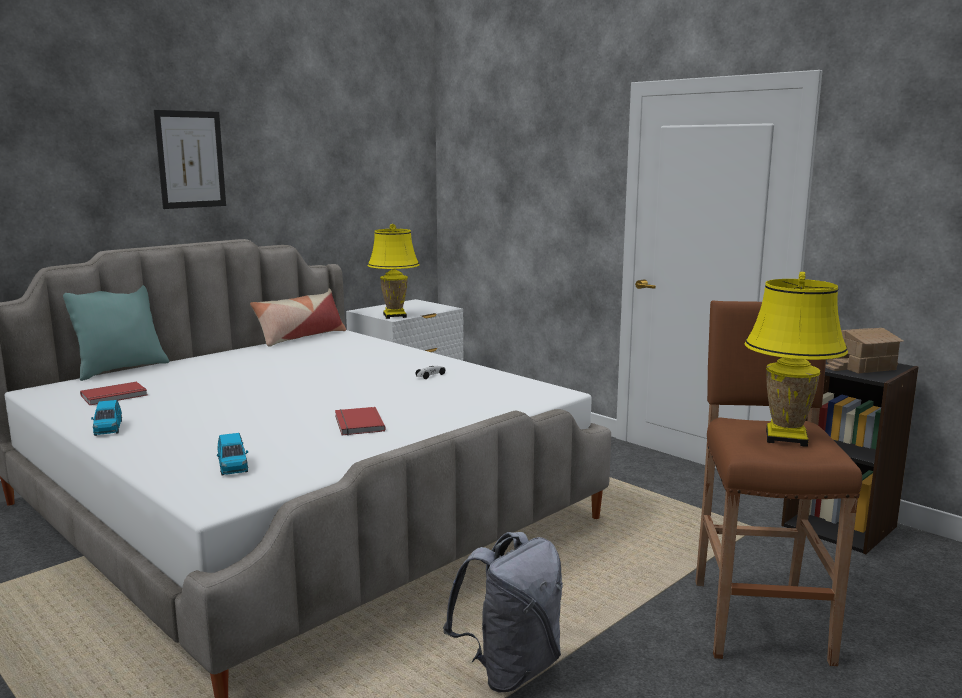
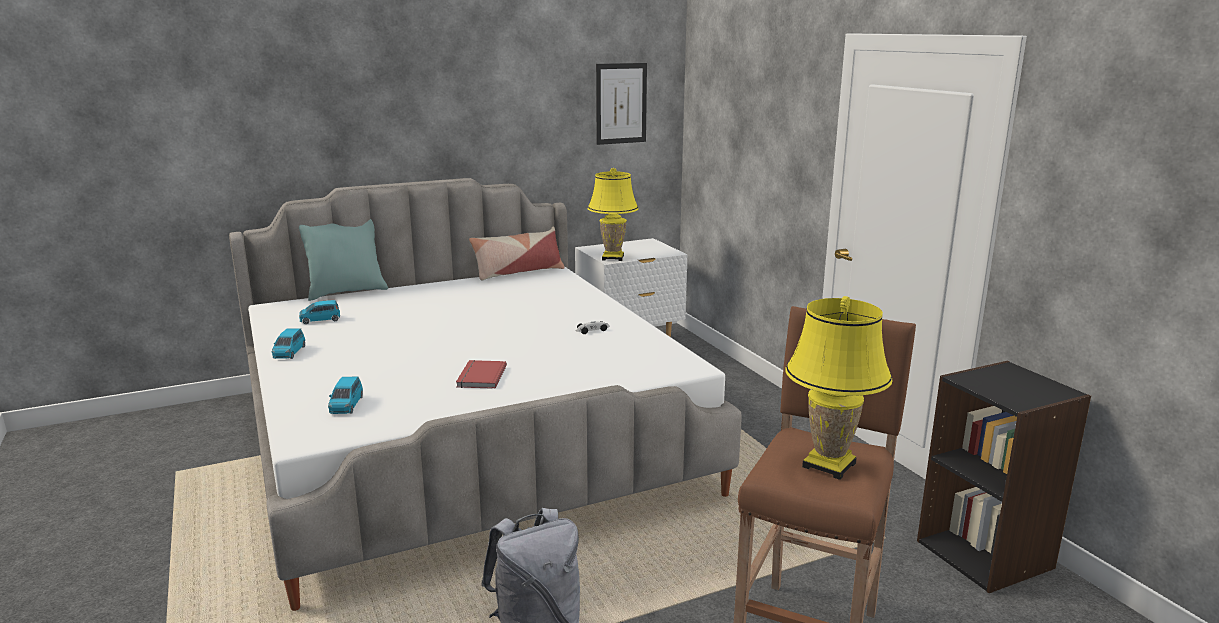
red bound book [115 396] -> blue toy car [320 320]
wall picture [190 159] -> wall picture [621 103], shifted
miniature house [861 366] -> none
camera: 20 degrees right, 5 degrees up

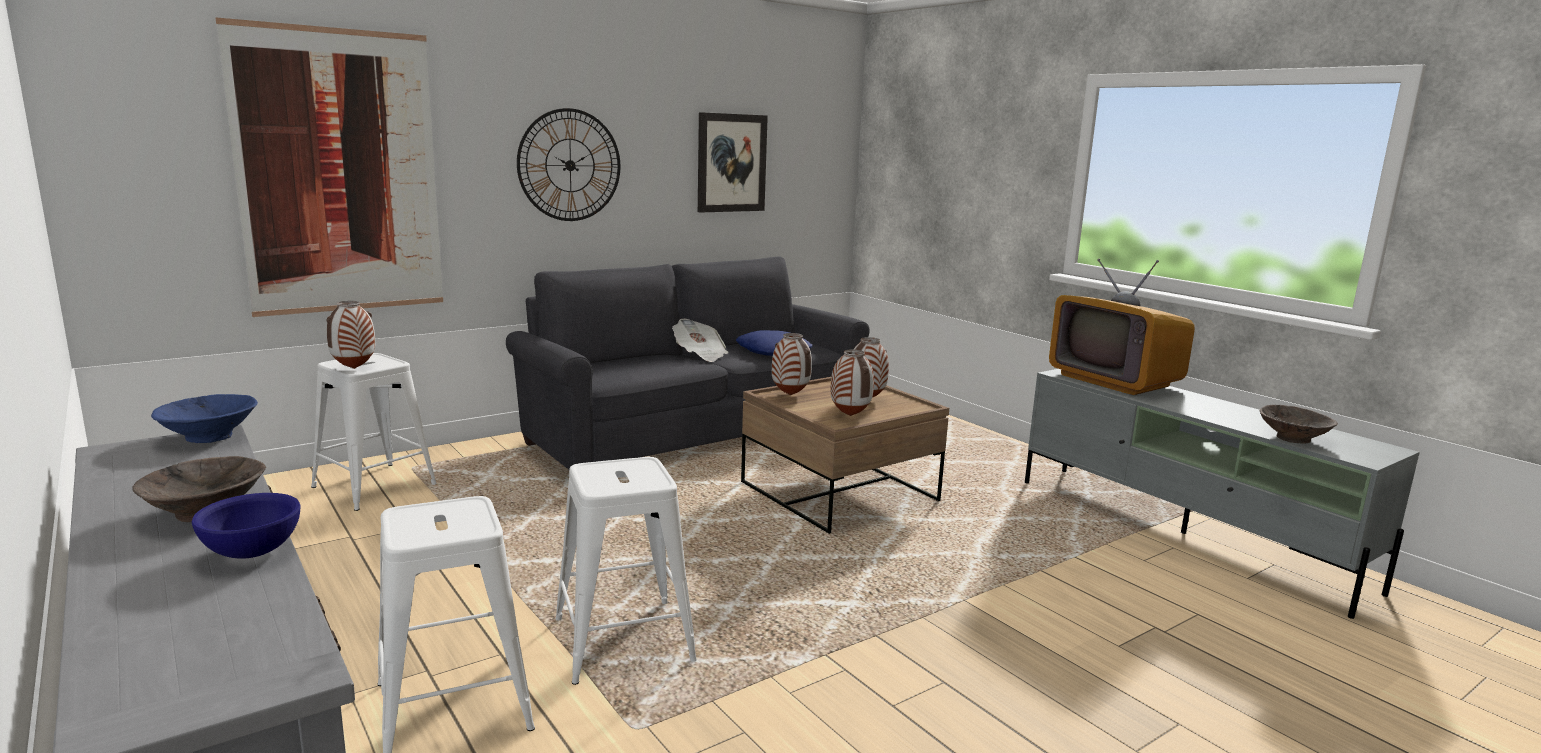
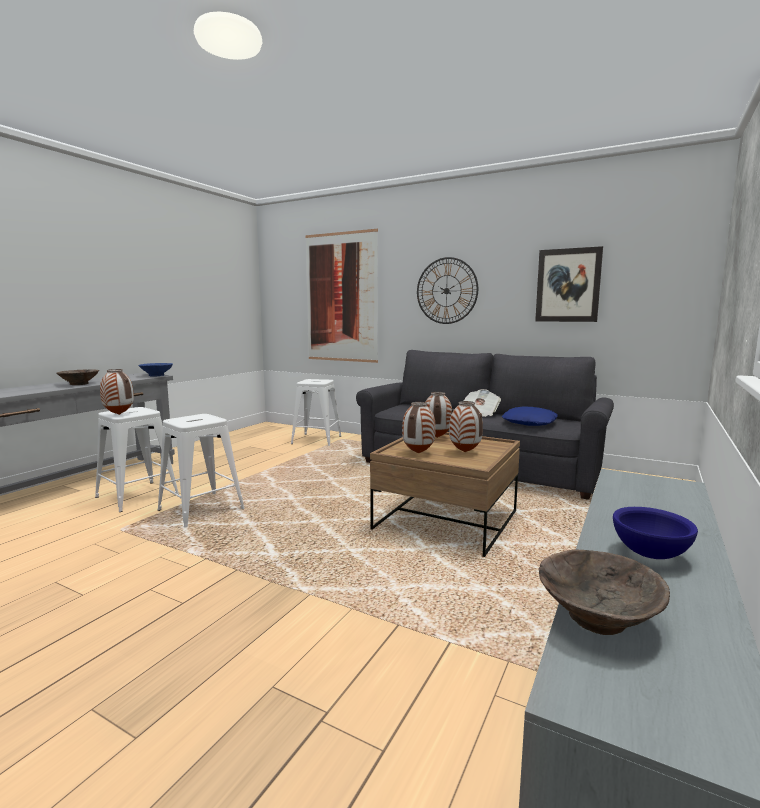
blue deep dish [253 552] -> blue deep dish [651 554], shifted
vase [353 368] -> vase [118 414], shifted
television [1114 380] -> none
camera: 65 degrees right, 5 degrees down

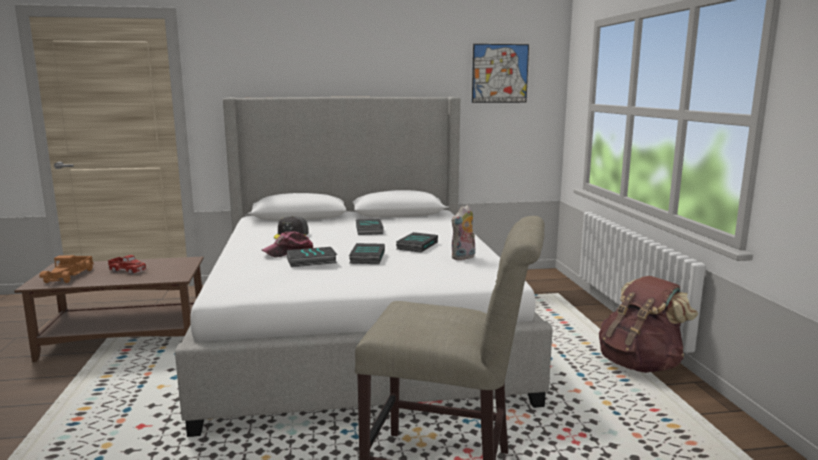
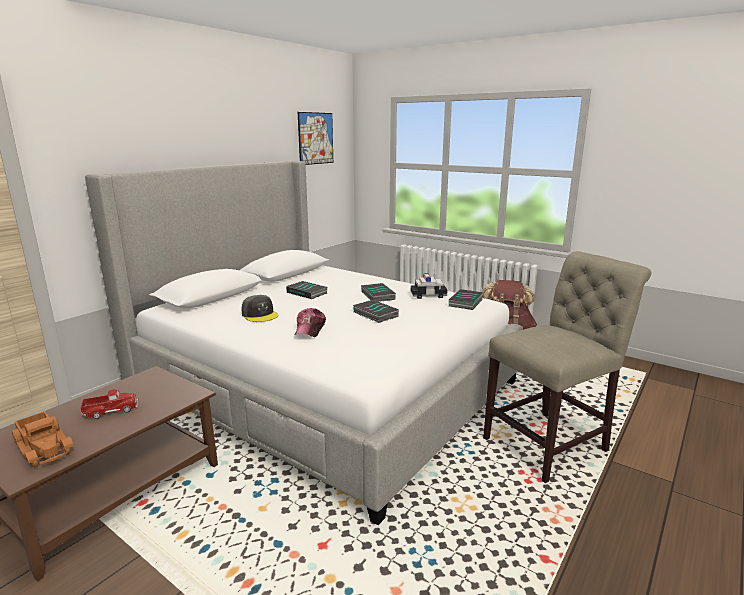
bound book [311 261] -> bound book [466 303], shifted
soft toy [463 257] -> toy car [428 295]
camera: 45 degrees left, 5 degrees up

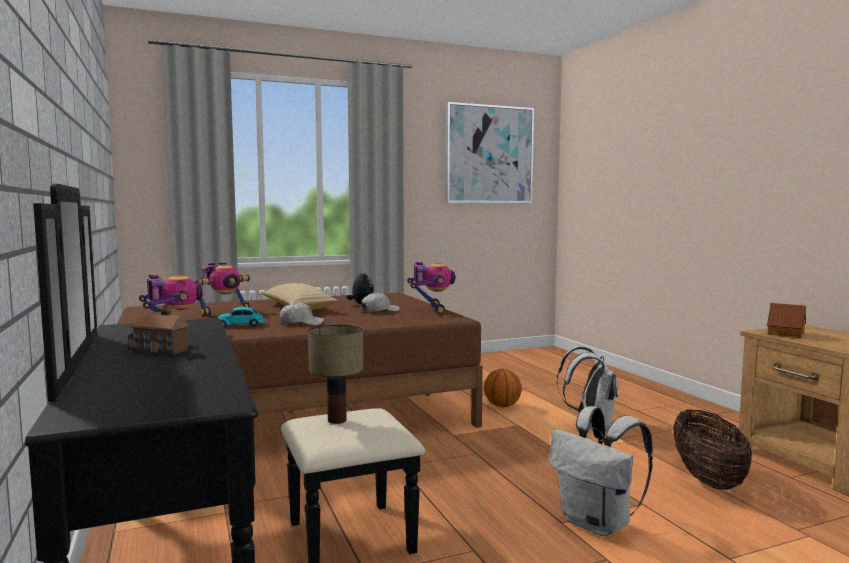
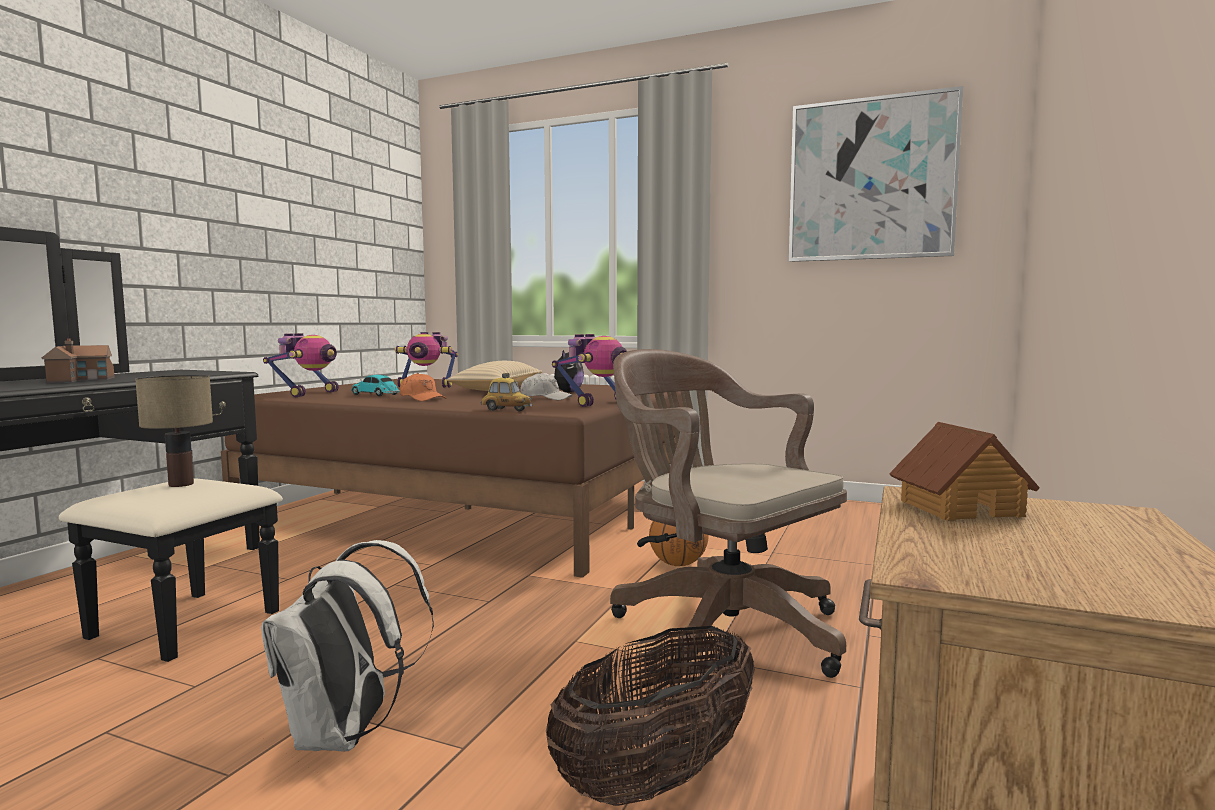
white-coloured peaked cap [301 323] -> orange peaked cap [422 398]
white-coloured rucksack [590 426] -> brownish desk chair [719 626]
none -> toy car [506 410]
camera: 45 degrees right, 0 degrees up

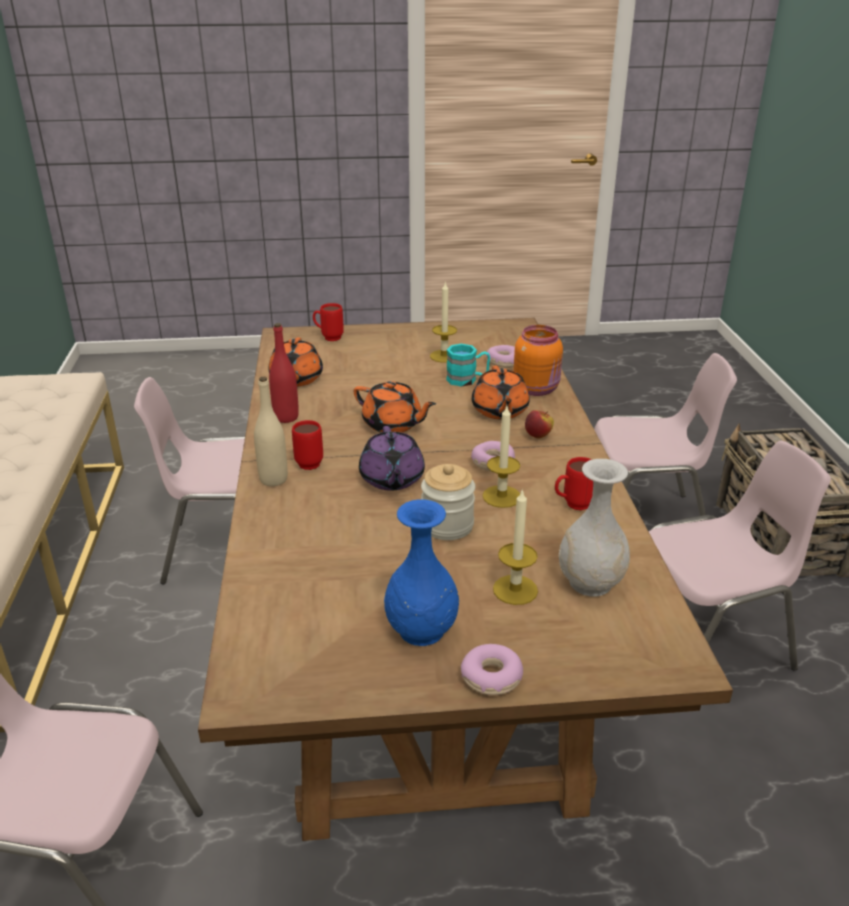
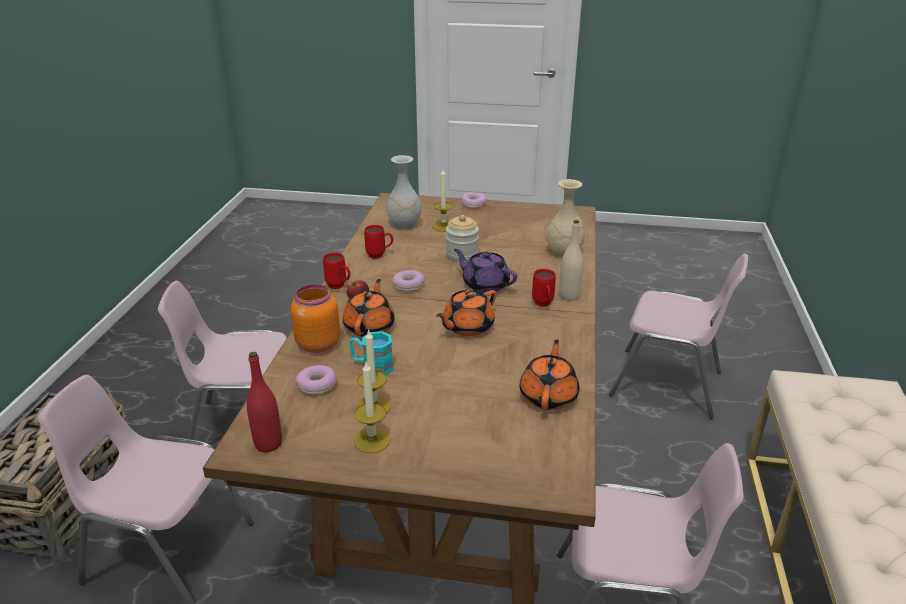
red bottle [286 417] -> red bottle [268 444], shifted
red tea mug [328 337] -> red tea mug [339 286], shifted
orange pot for tea [393 424] -> orange pot for tea [467 327], 90 degrees counterclockwise
purple-coloured pot for tea [391 479] -> purple-coloured pot for tea [485 285], 60 degrees counterclockwise
blue vase [420 630] -> none
candle [501 496] -> candle [372 440], shifted
none -> beige-coloured vase [563 253]
camera: 165 degrees left, 0 degrees up

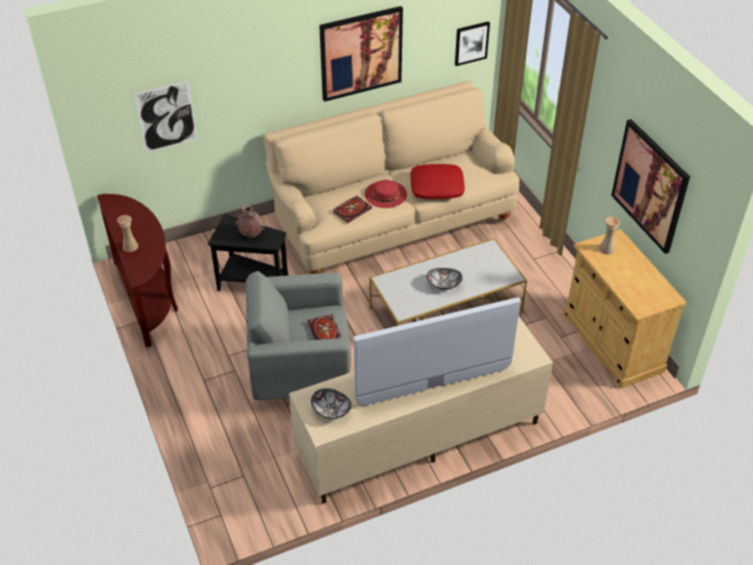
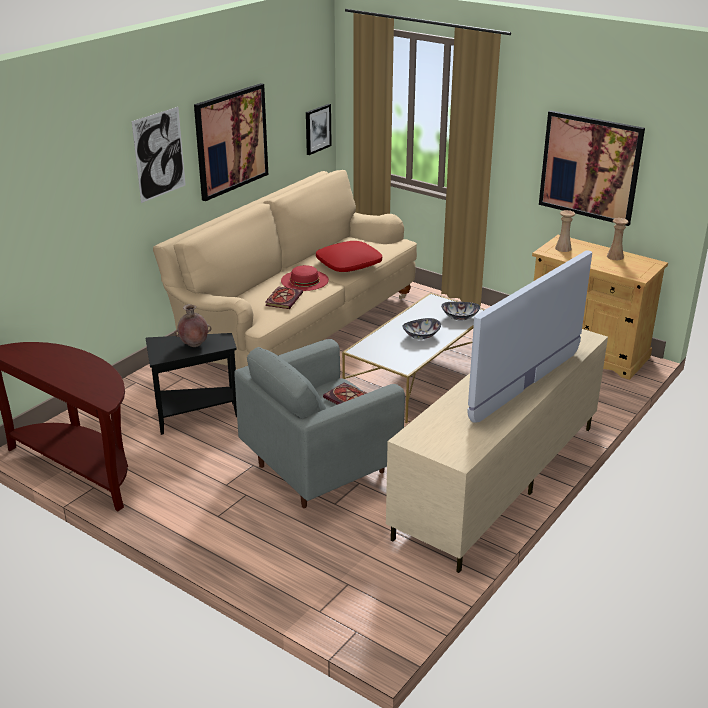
beige-coloured vase [130 246] -> beige-coloured vase [615 256], shifted
wall picture [166 116] -> wall picture [159 154], shifted
deep dish [331 410] -> deep dish [460 317], shifted
camera: 30 degrees left, 15 degrees down

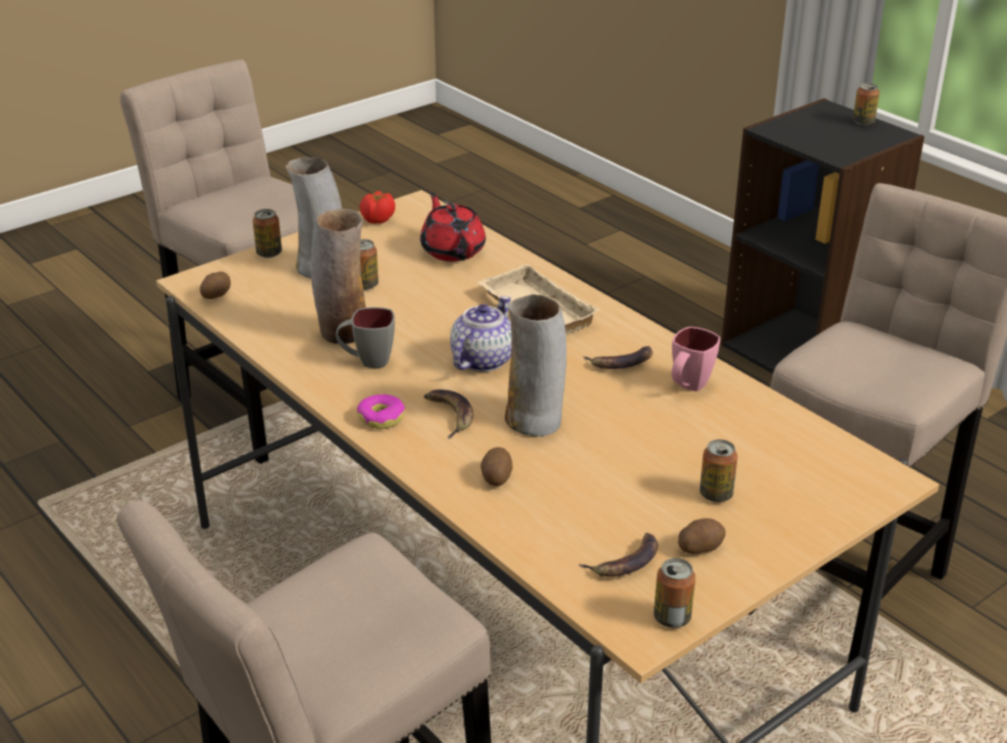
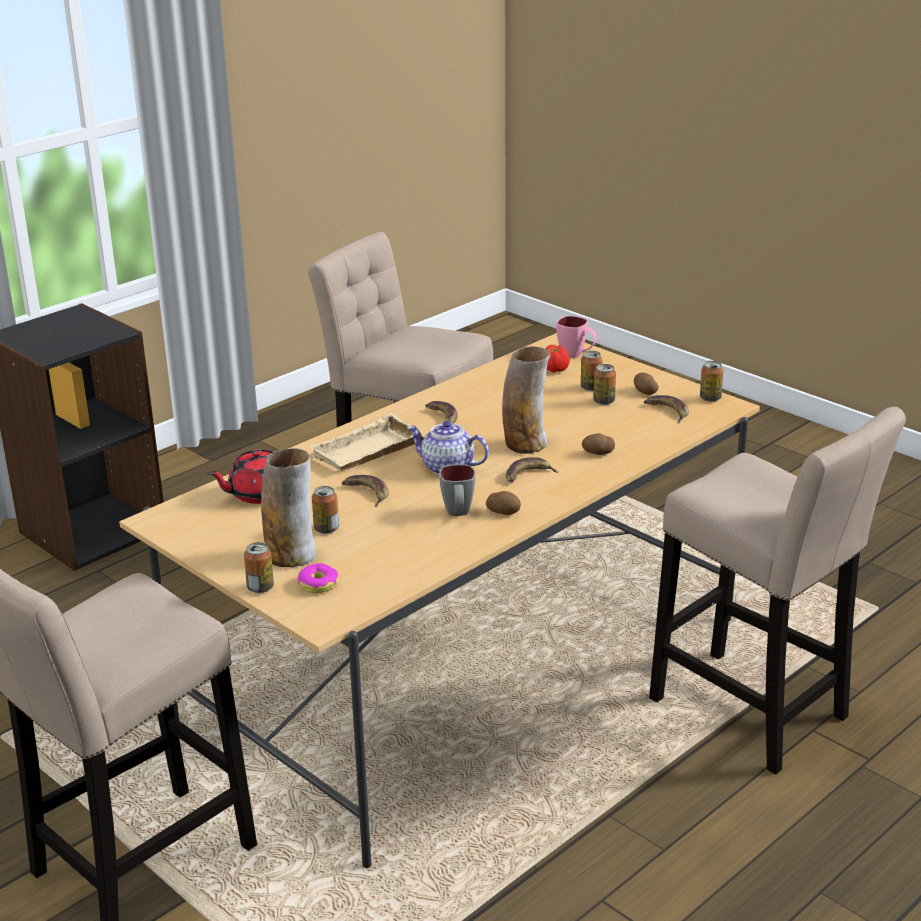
potato [217 295] -> potato [503 511], shifted
vase [343 332] -> none
doughnut [381 418] -> doughnut [318 584], shifted
whole tomato [377 220] -> whole tomato [554 370], shifted
pink-coloured tea mug [688 387] -> pink-coloured tea mug [576 355], shifted
can [863 122] -> can [604 401], shifted
none -> banana [366 492]
camera: 95 degrees left, 5 degrees down

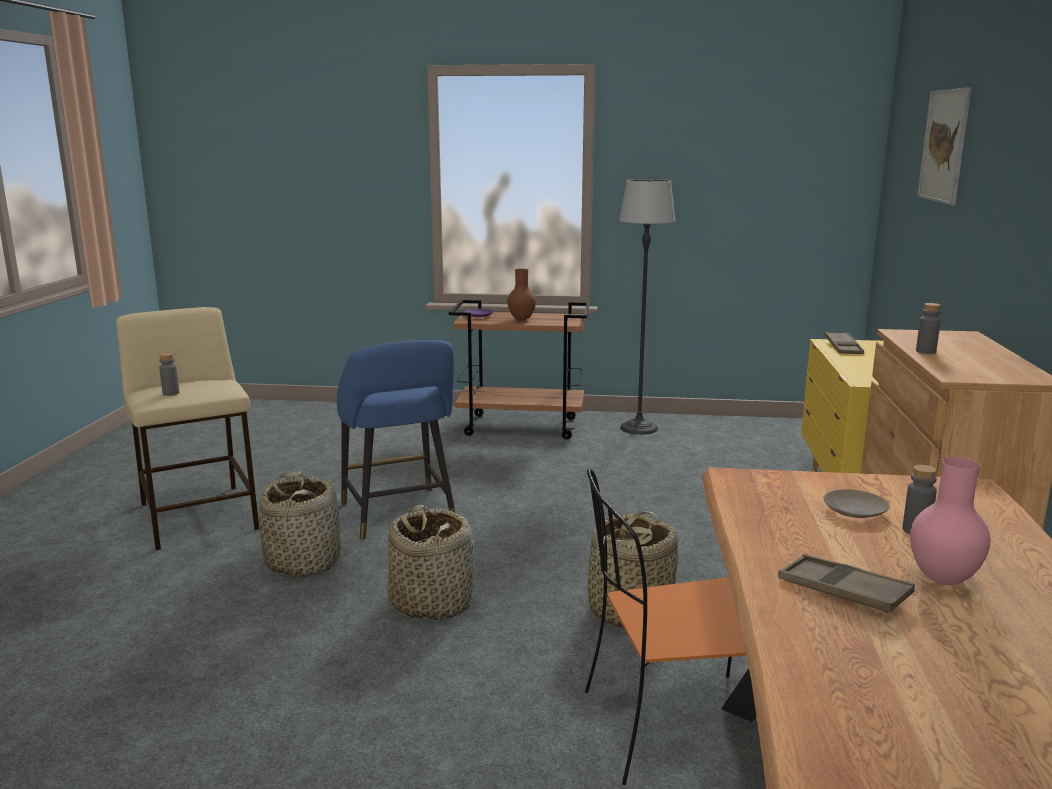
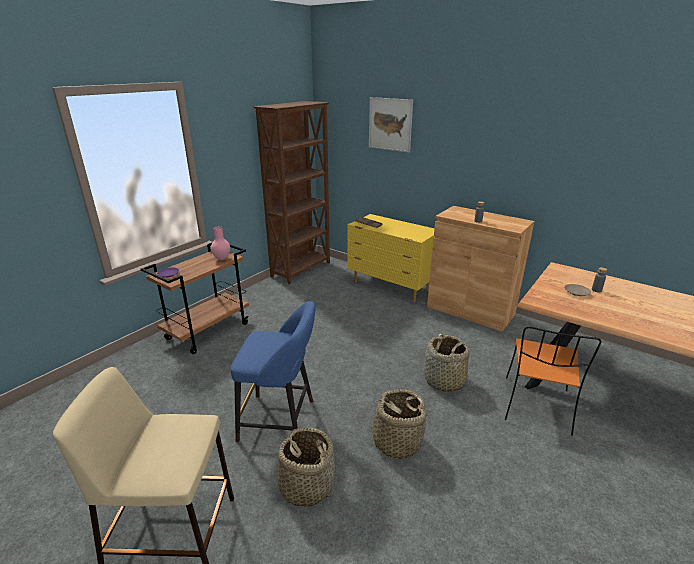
greyish bottle [171 393] -> none
brownish vase [521 319] -> none
standard lamp [639 428] -> none
brownish tray [843 591] -> none
pink-coloured vase [941 579] -> pink-coloured vase [221 258], shifted
none -> brownish bookshelf [302 269]
camera: 60 degrees left, 10 degrees up

